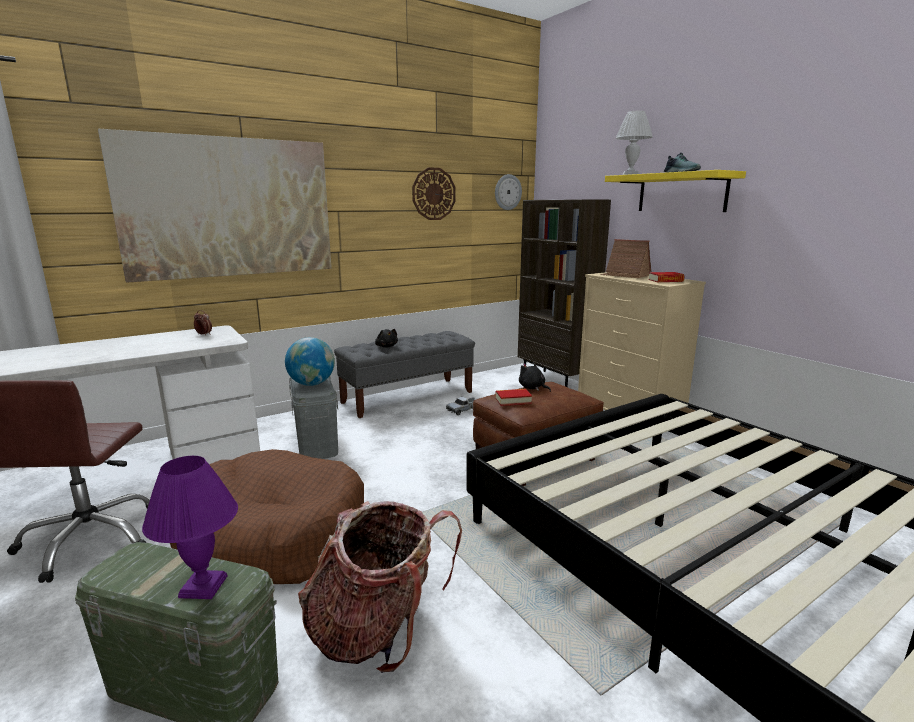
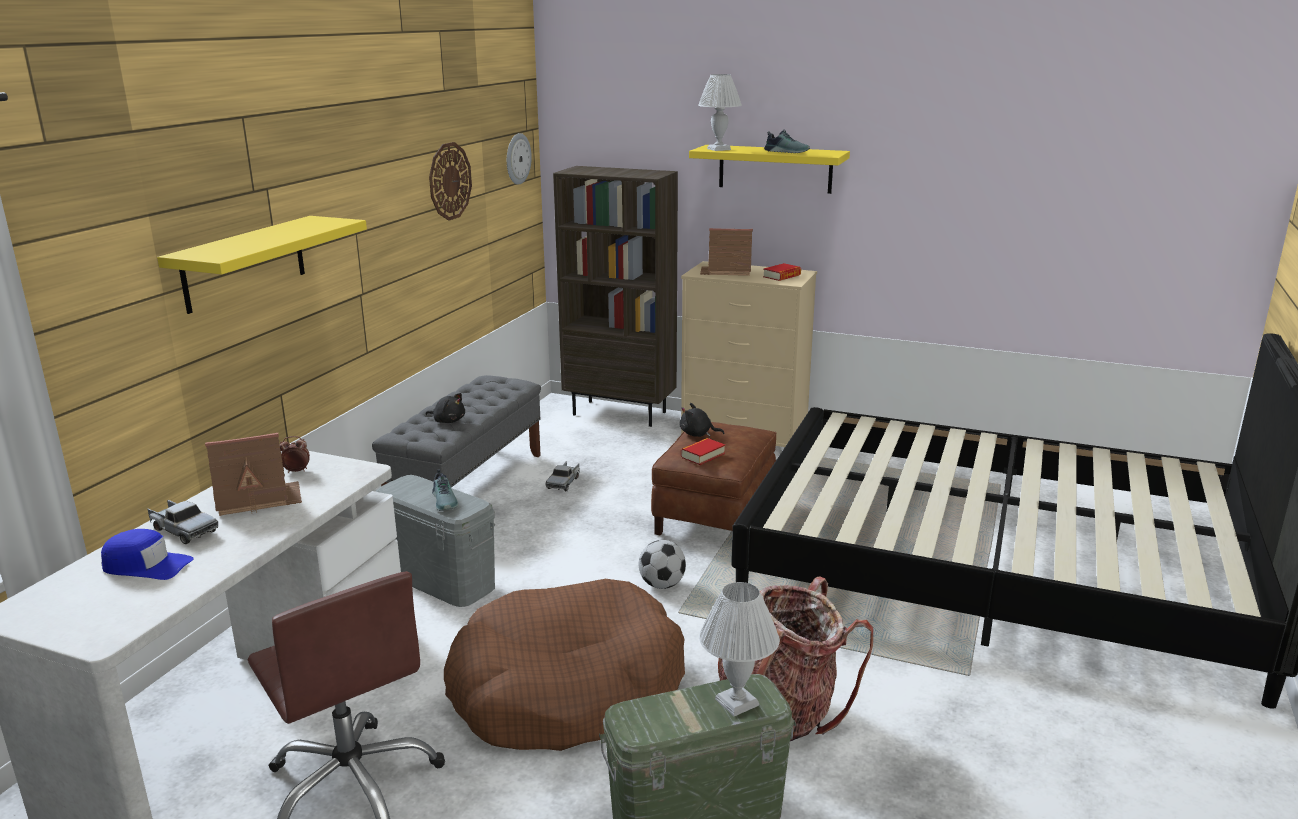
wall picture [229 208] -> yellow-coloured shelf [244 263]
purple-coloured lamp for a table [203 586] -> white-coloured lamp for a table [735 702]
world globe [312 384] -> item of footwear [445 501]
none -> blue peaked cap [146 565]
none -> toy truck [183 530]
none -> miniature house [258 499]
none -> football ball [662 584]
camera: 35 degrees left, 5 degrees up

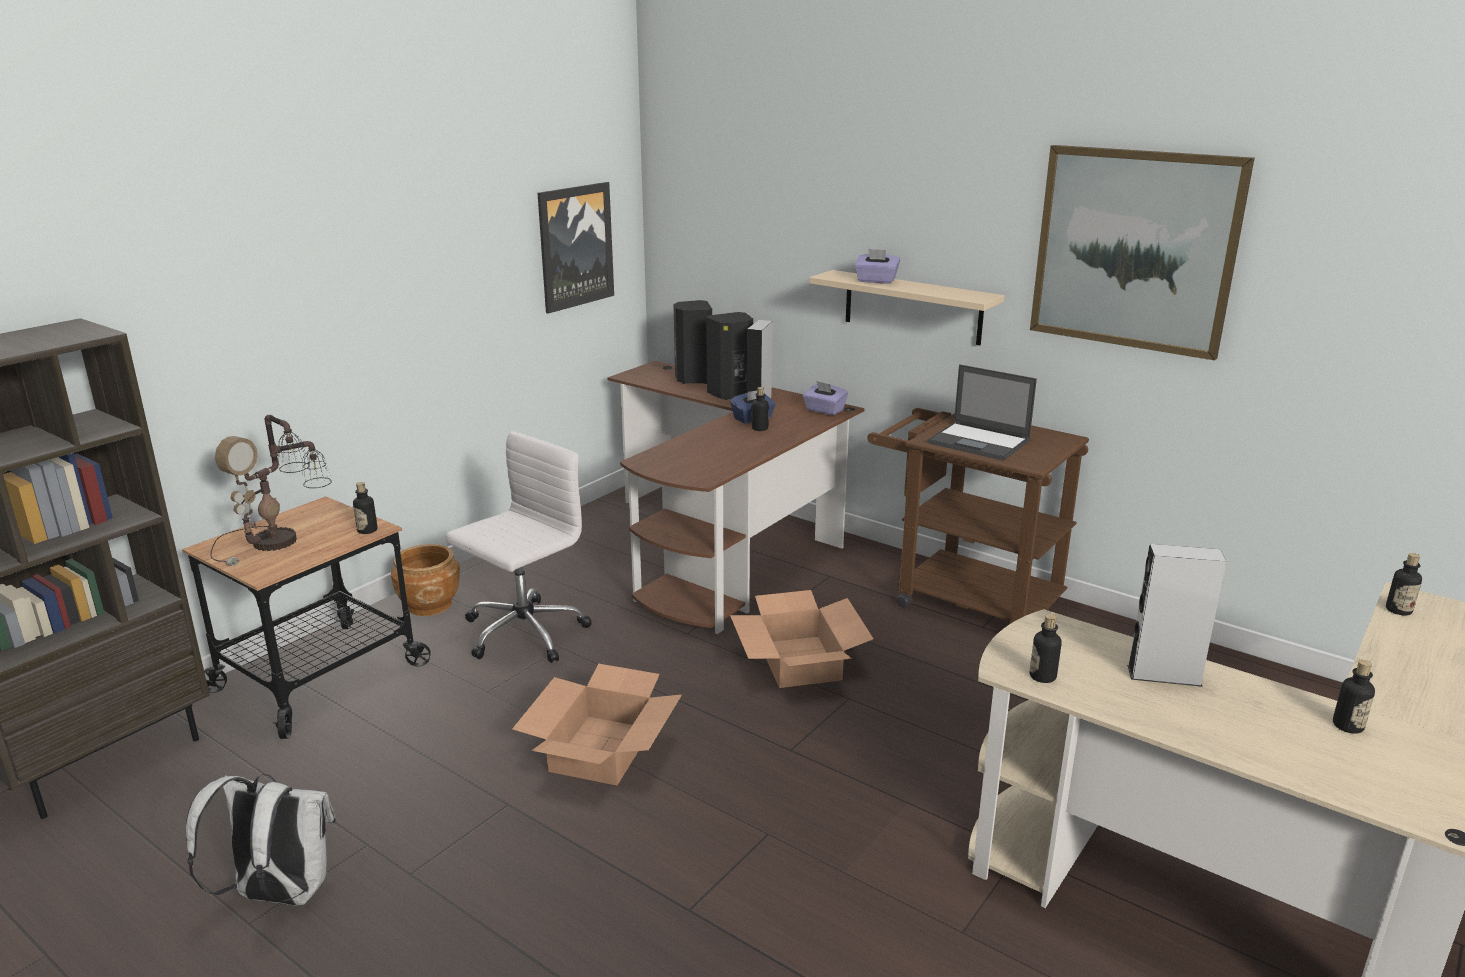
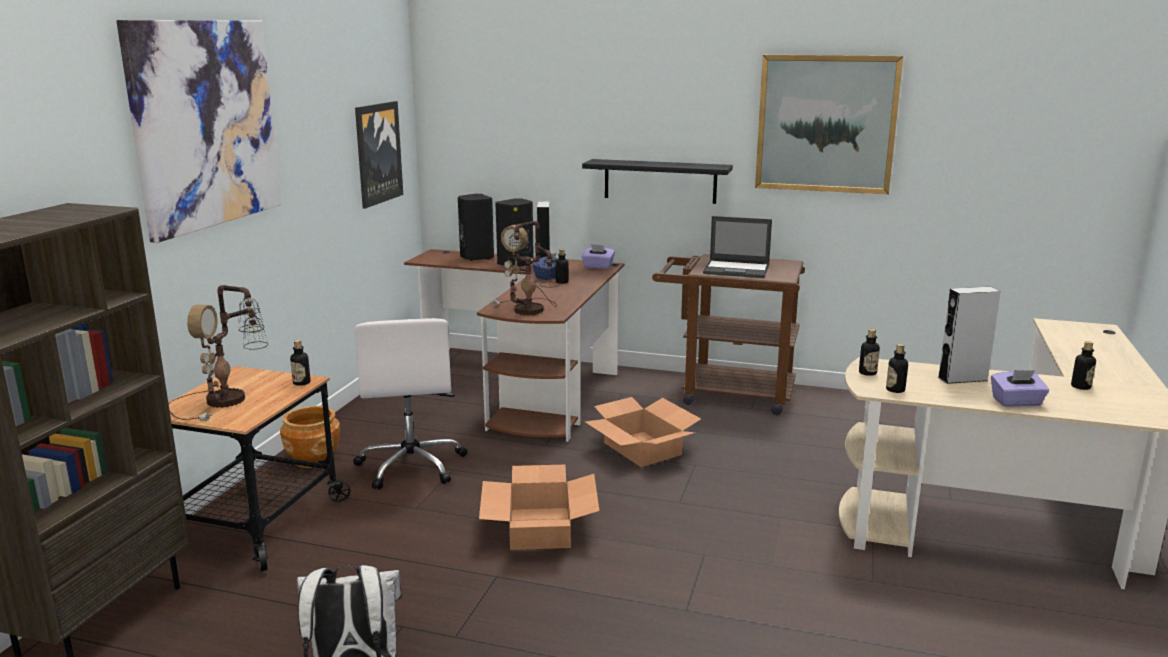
white-coloured desk chair [523 633] -> white-coloured desk chair [412 465], 150 degrees clockwise
beige-coloured shelf [912 307] -> black shelf [660 181]
purple-coloured box of tissues [876 281] -> purple-coloured box of tissues [1017 402], shifted
bottle [1398 610] -> bottle [867 373], shifted
none -> wall picture [206 124]
none -> lamp for a table [529 312]
camera: 20 degrees left, 5 degrees down

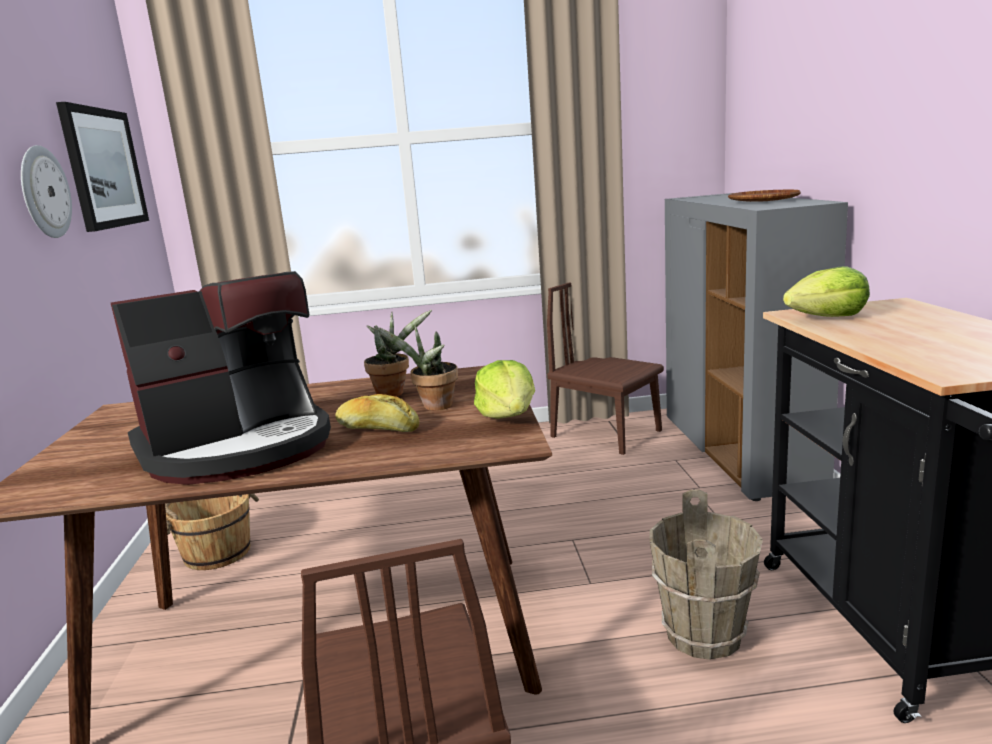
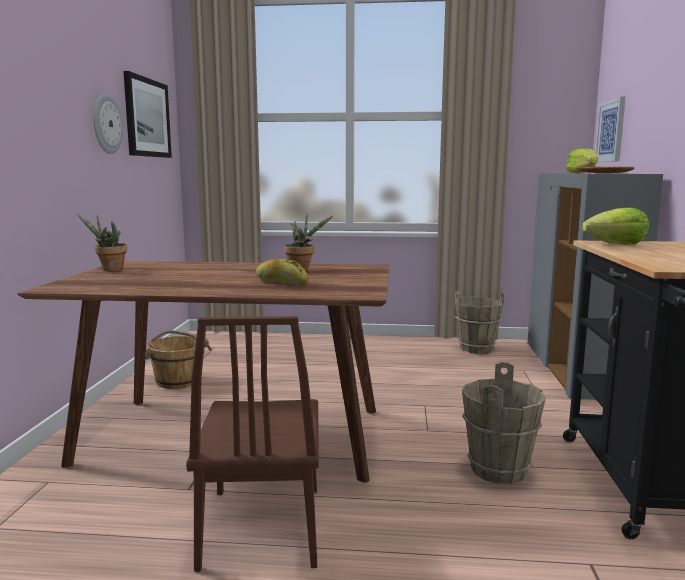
coffee maker [239 447] -> none
potted plant [433 407] -> potted plant [109 270], shifted
lettuce head [508 415] -> lettuce head [583 173], shifted
brownish chair [606 433] -> brownish water bucket [476 349]
none -> wall picture [611 131]
camera: 10 degrees right, 5 degrees down

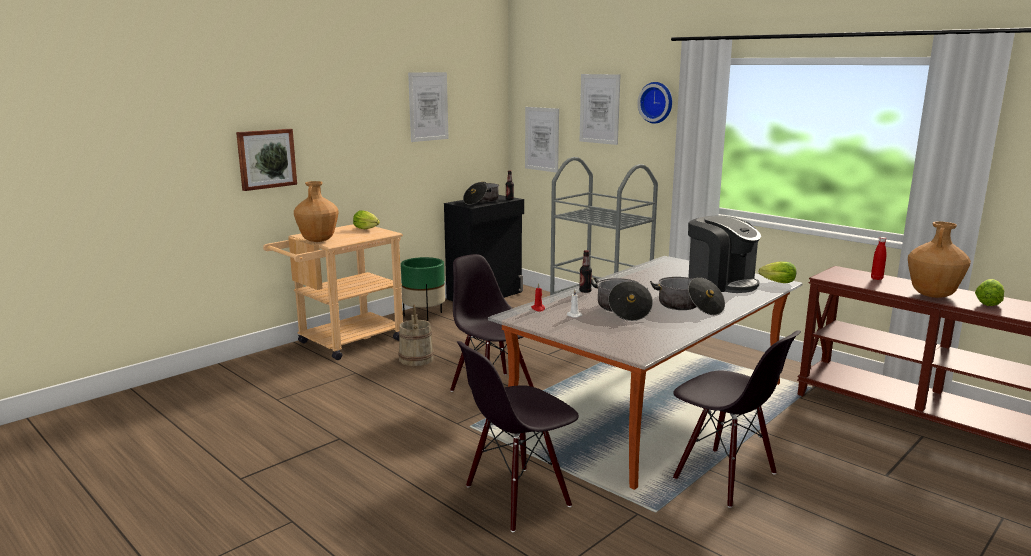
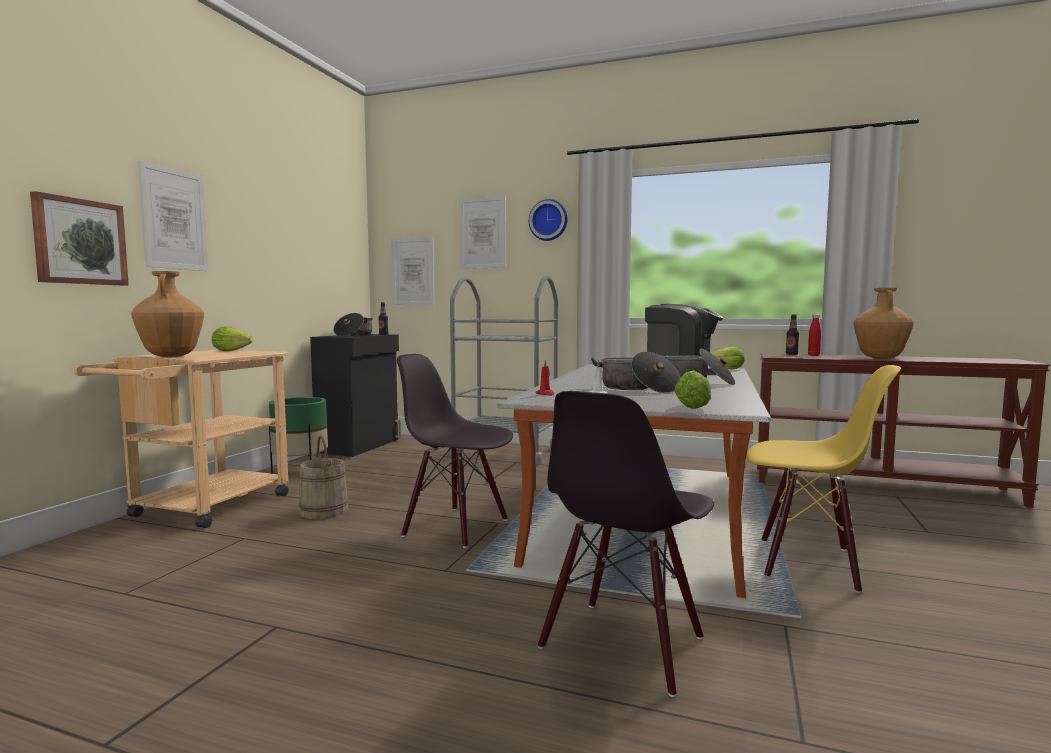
wall picture [428 106] -> wall picture [174 219], shifted
bottle [585 291] -> bottle [791 354], shifted
black chair [724 477] -> yellow-coloured chair [808 563]
lettuce head [988 303] -> lettuce head [691 406], shifted
camera: 25 degrees left, 10 degrees down

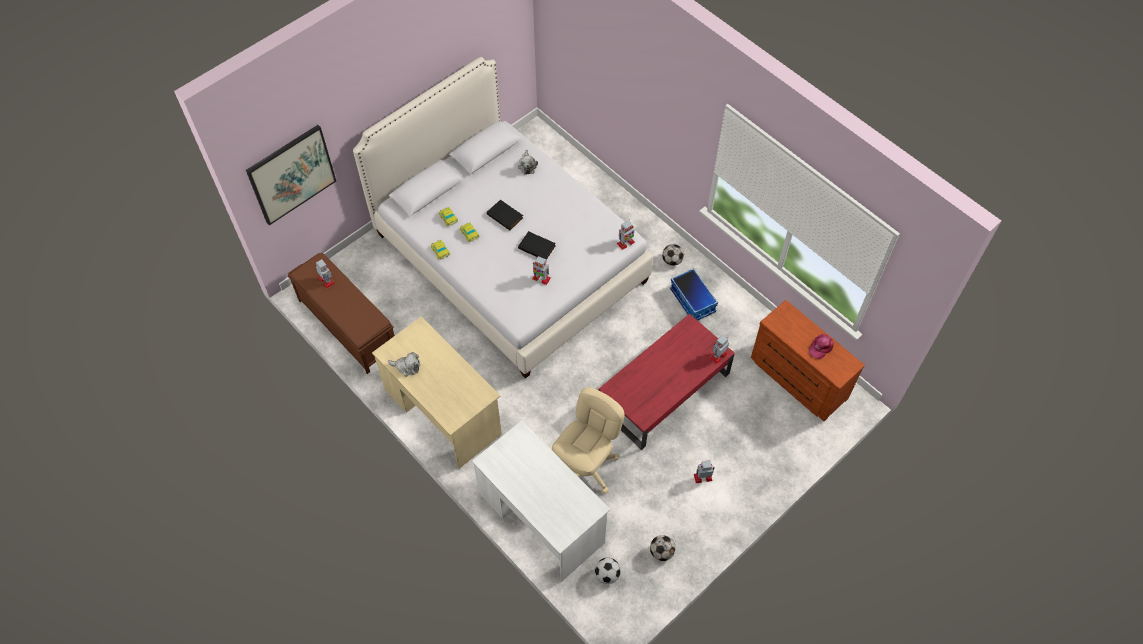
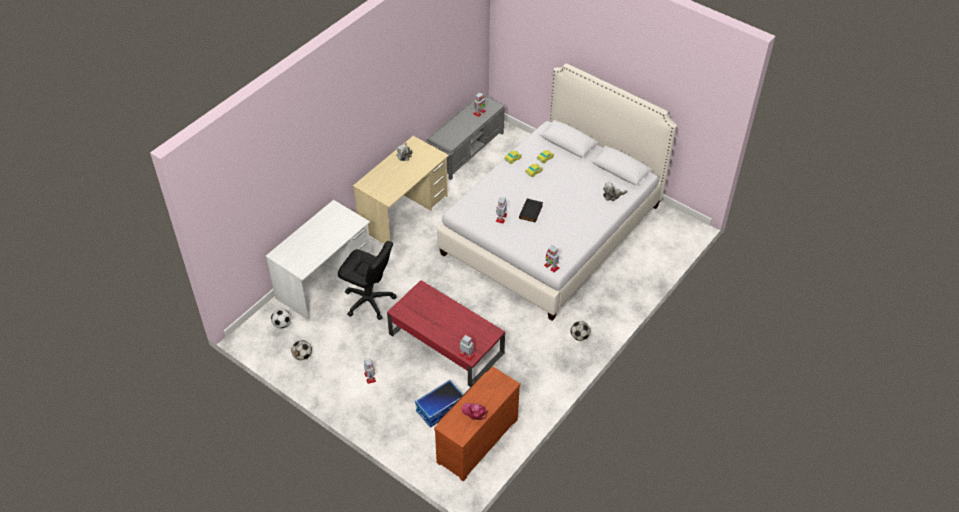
wall picture [291 174] -> none
brownish bench [347 325] -> greyish bench [466 149]
black bound book [505 216] -> none
beige-coloured desk chair [586 467] -> black desk chair [369 301]
storage bin [693 301] -> storage bin [440 409], shifted
camera: 80 degrees right, 10 degrees down

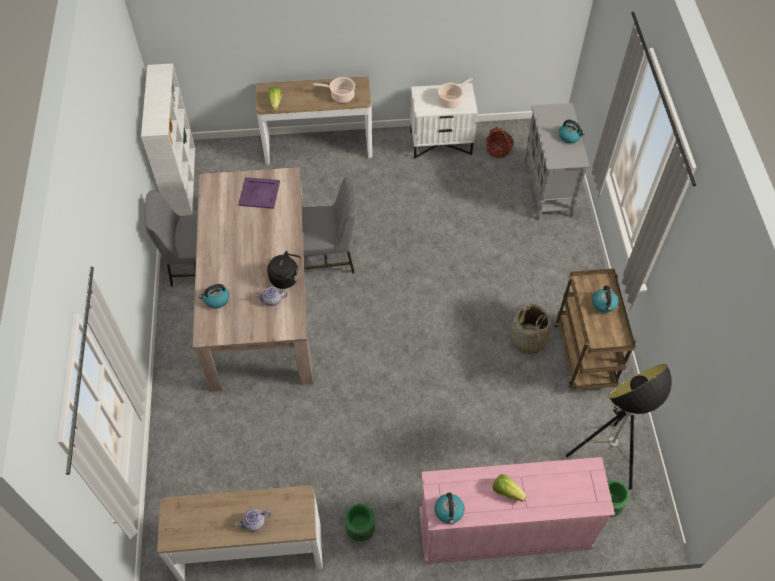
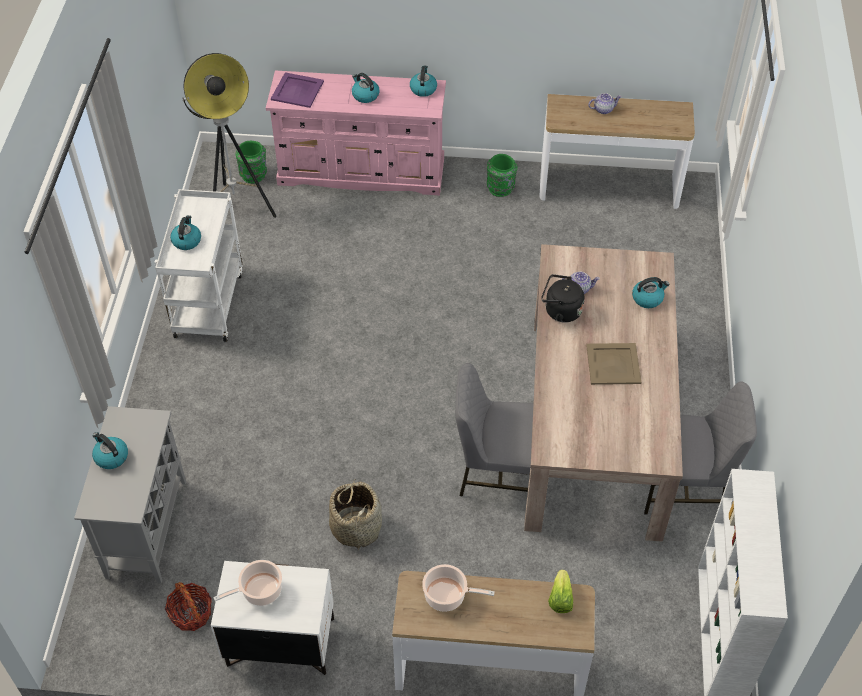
purple-coloured tray [260 193] -> purple-coloured tray [297 90], shifted
lettuce head [507 491] -> water kettle [365 95]
storage basket [528 340] -> storage basket [356 527], shifted
brownish wheeled cart [585 356] -> white-coloured wheeled cart [208 303]
none -> beige-coloured tray [613 364]
camera: 170 degrees left, 5 degrees down

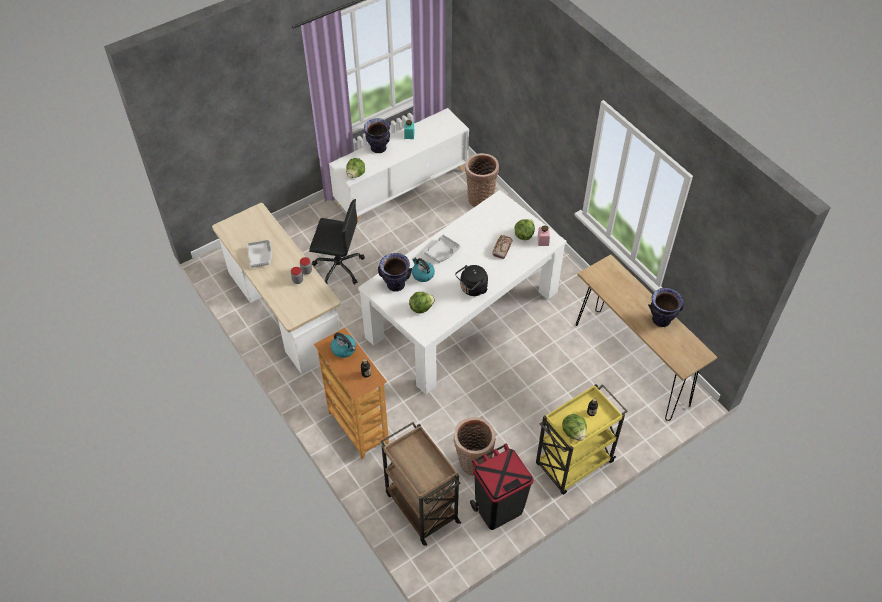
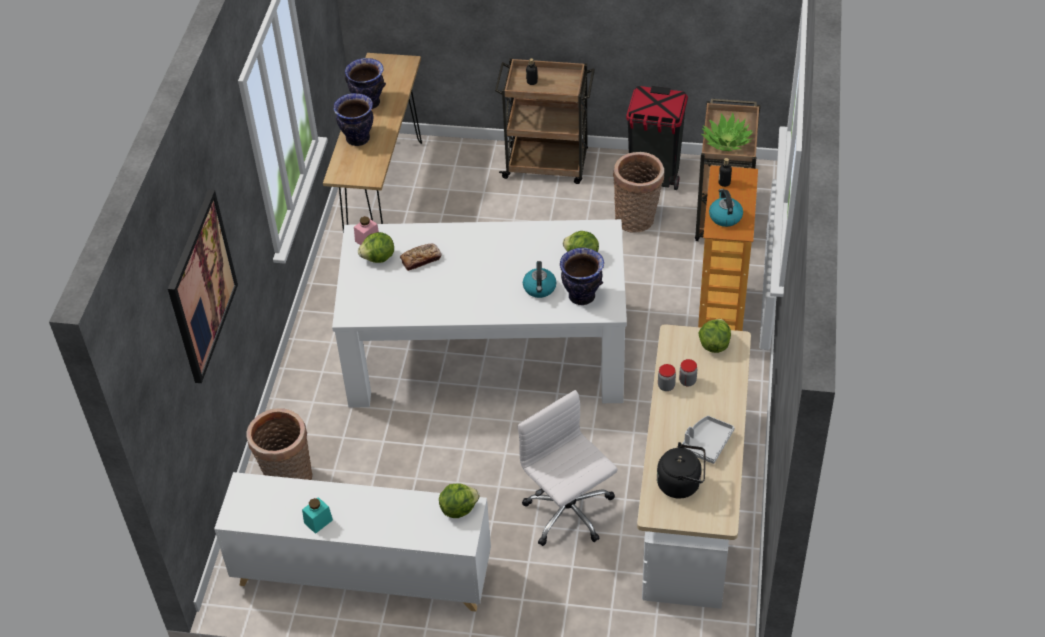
black desk chair [337 267] -> white-coloured desk chair [569 513]
vase [378 148] -> vase [357 139], shifted
greyish tray [442 252] -> none
black water kettle [472 289] -> black water kettle [681 483], shifted
yellow-coloured wheeled cart [573 464] -> brownish wheeled cart [547 165]
lettuce head [574 432] -> lettuce head [714 345], shifted
none -> wall picture [201 286]
none -> potted plant [726 141]
camera: 135 degrees left, 5 degrees down

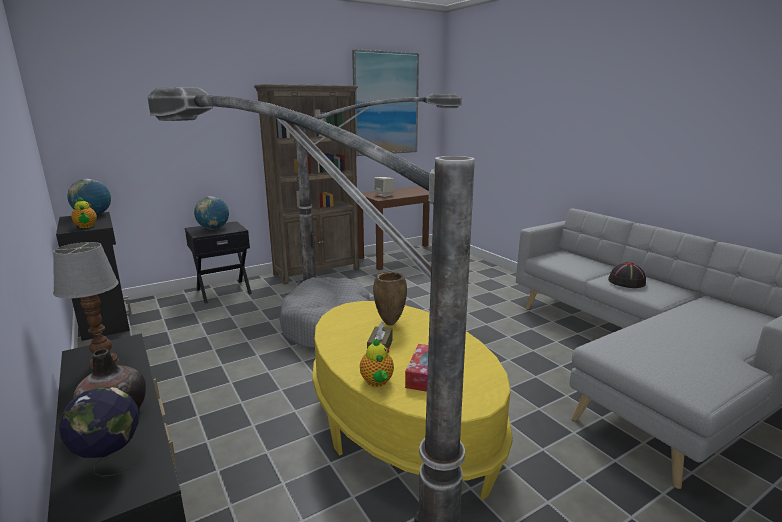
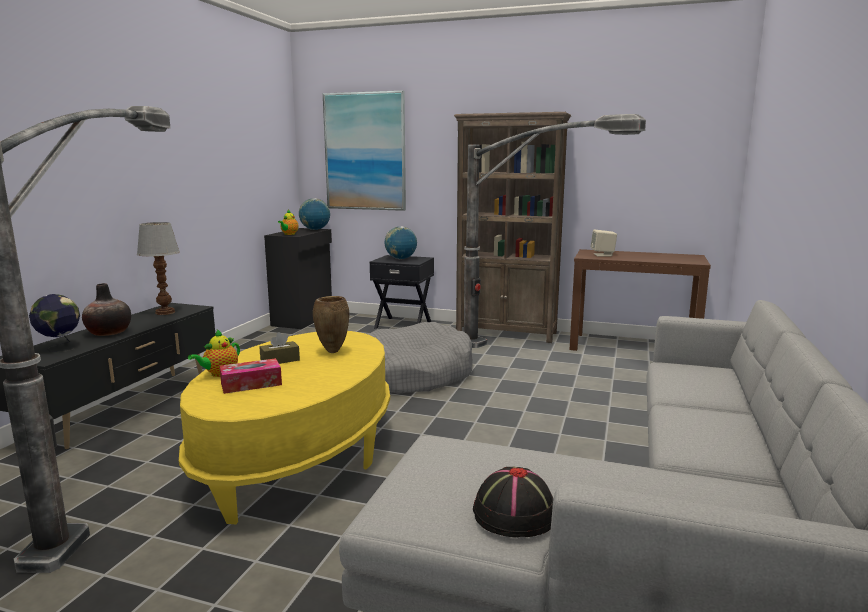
wall picture [385 104] -> wall picture [365 152], shifted
black wearable hat [626 282] -> black wearable hat [513 514], shifted
camera: 50 degrees right, 5 degrees down

